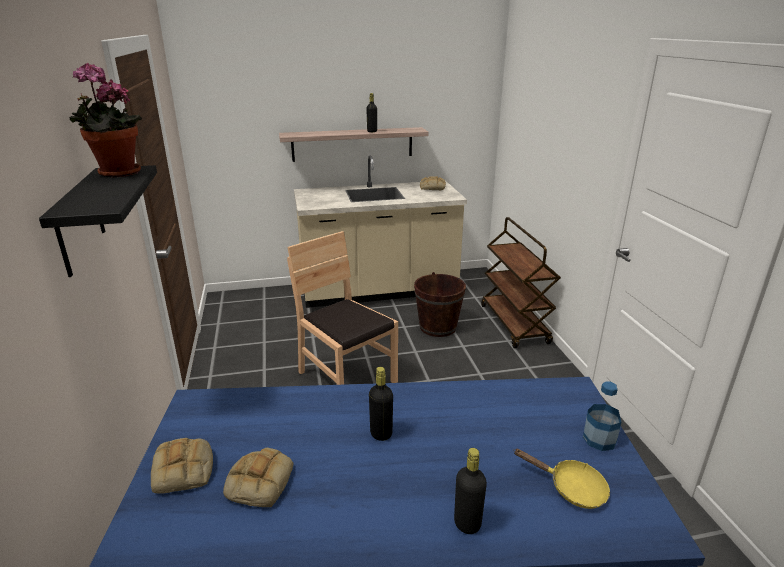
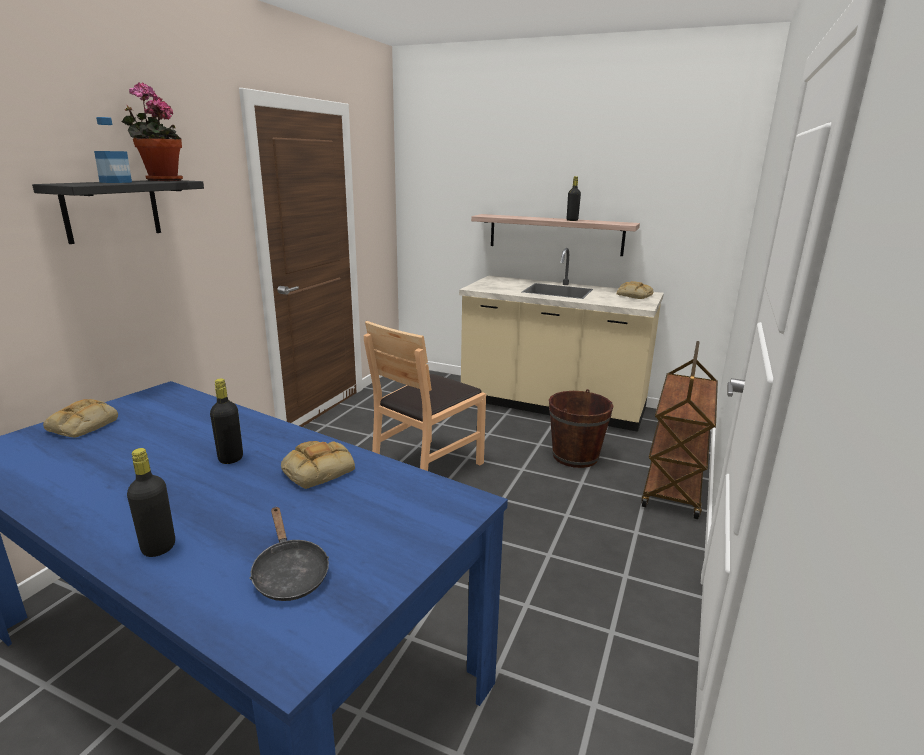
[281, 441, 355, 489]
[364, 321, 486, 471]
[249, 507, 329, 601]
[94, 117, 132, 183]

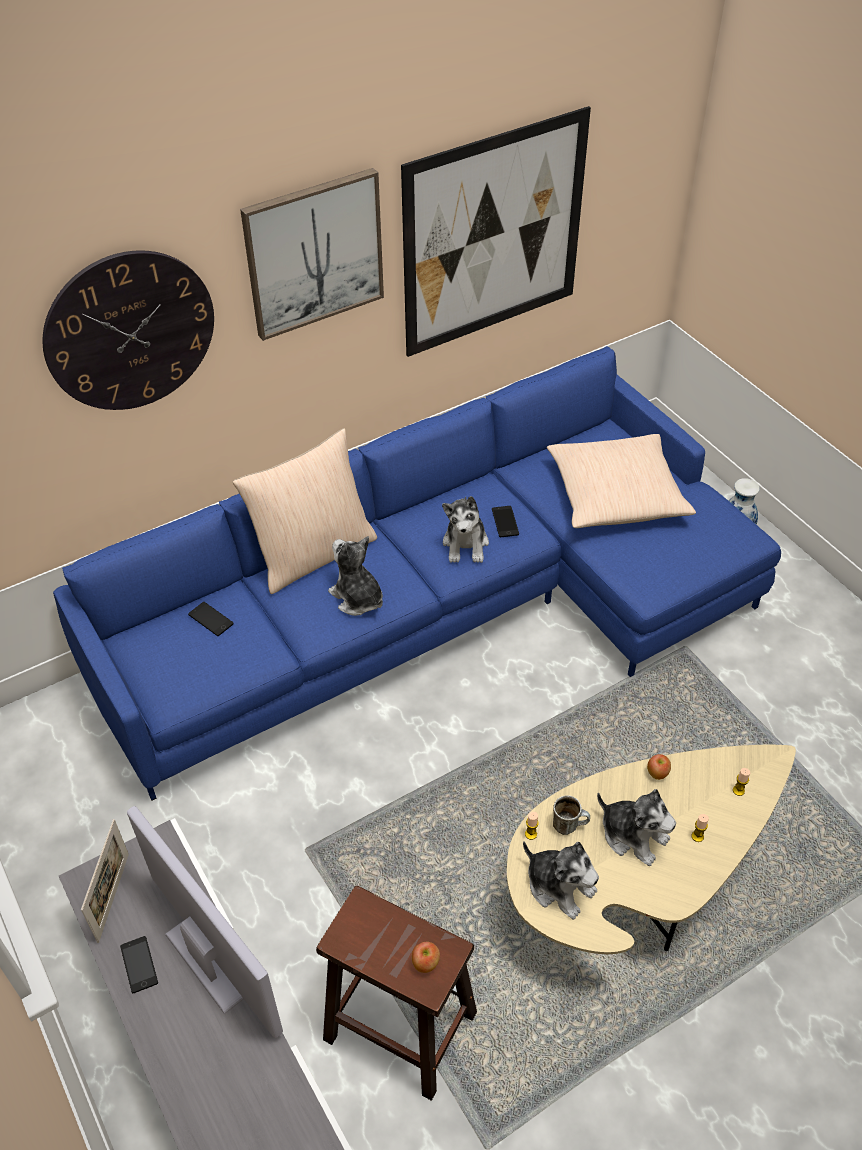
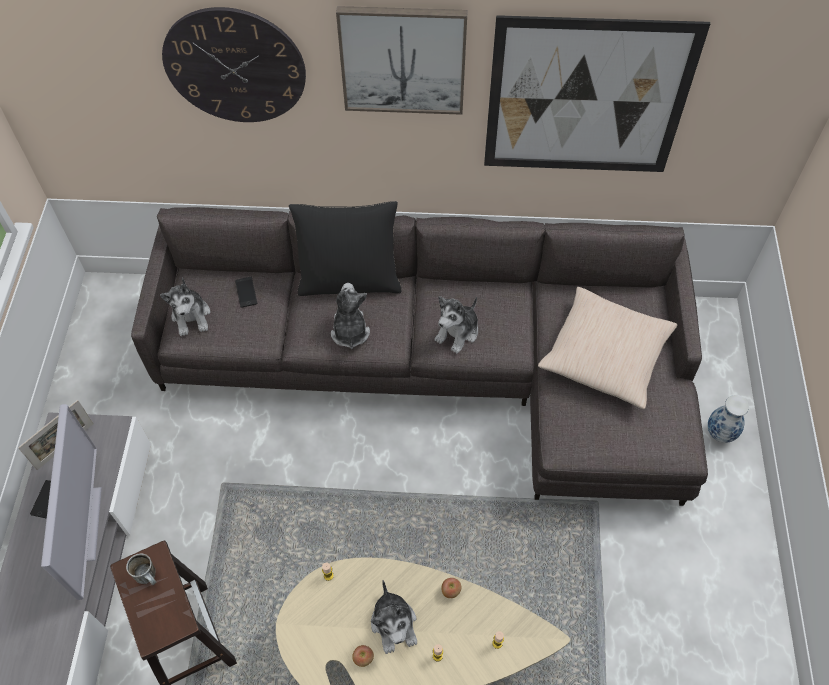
[131, 207, 708, 506]
[289, 201, 402, 296]
[352, 645, 374, 667]
[492, 506, 519, 537] (first image)
[160, 277, 210, 336]
[126, 553, 156, 585]

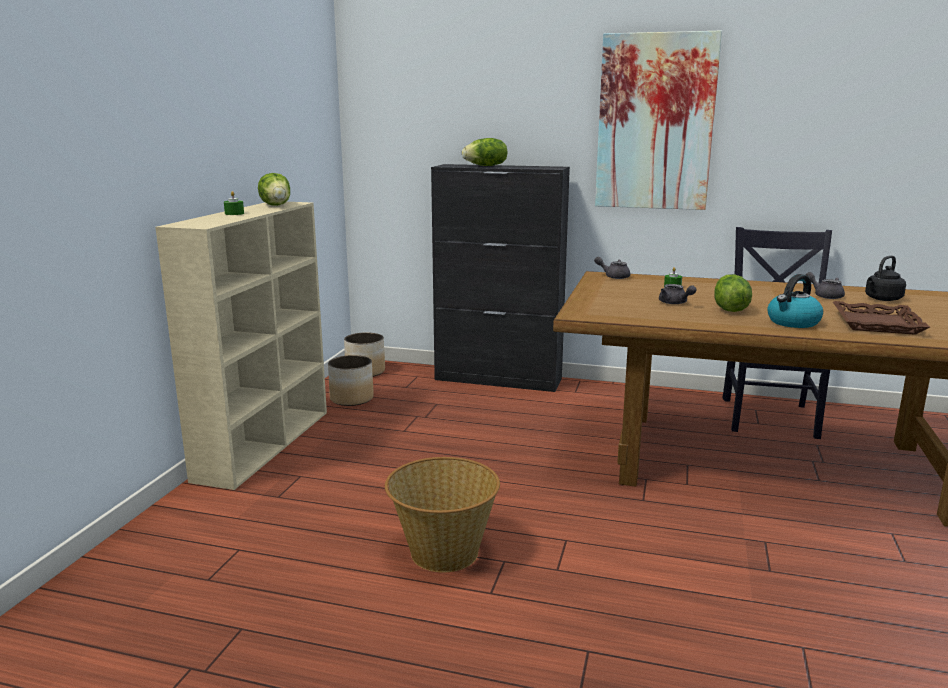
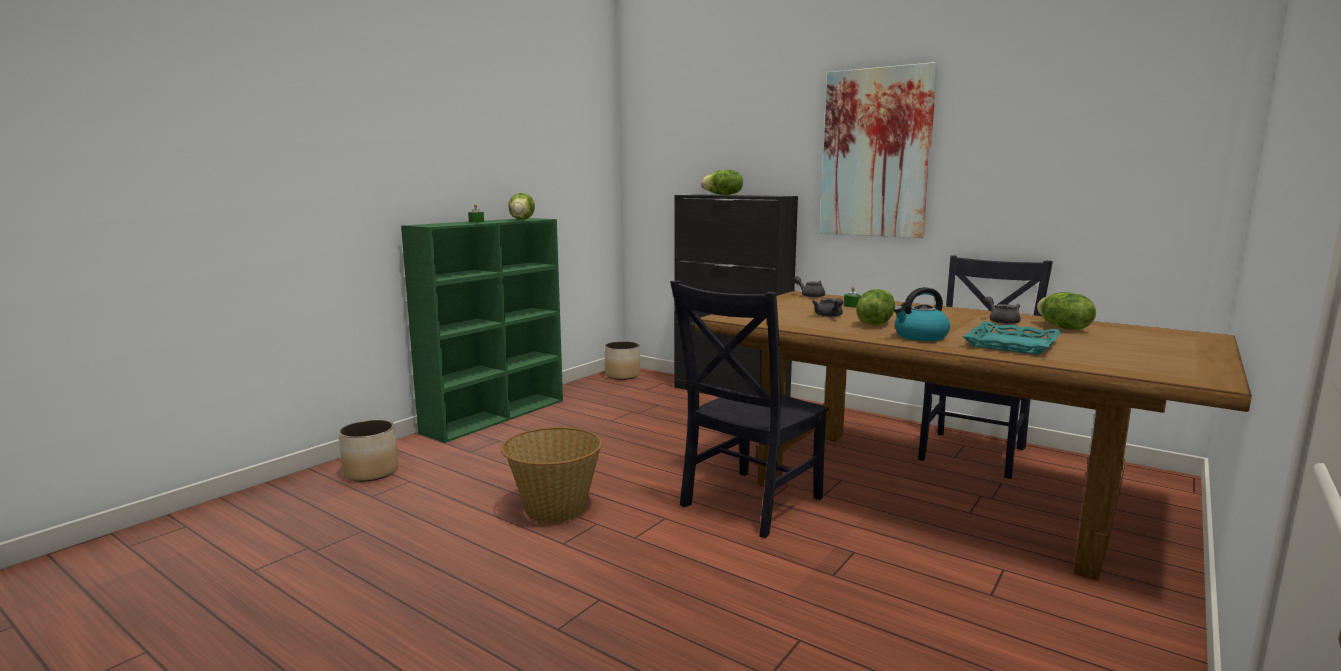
[401, 218, 563, 443]
[338, 420, 398, 482]
[963, 321, 1063, 355]
[1037, 292, 1096, 330]
[670, 280, 829, 538]

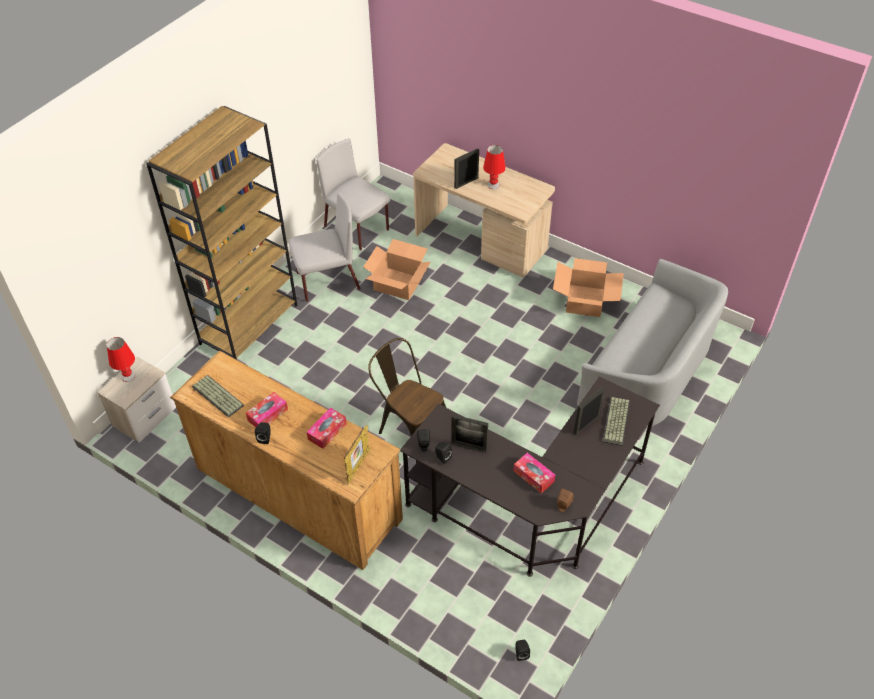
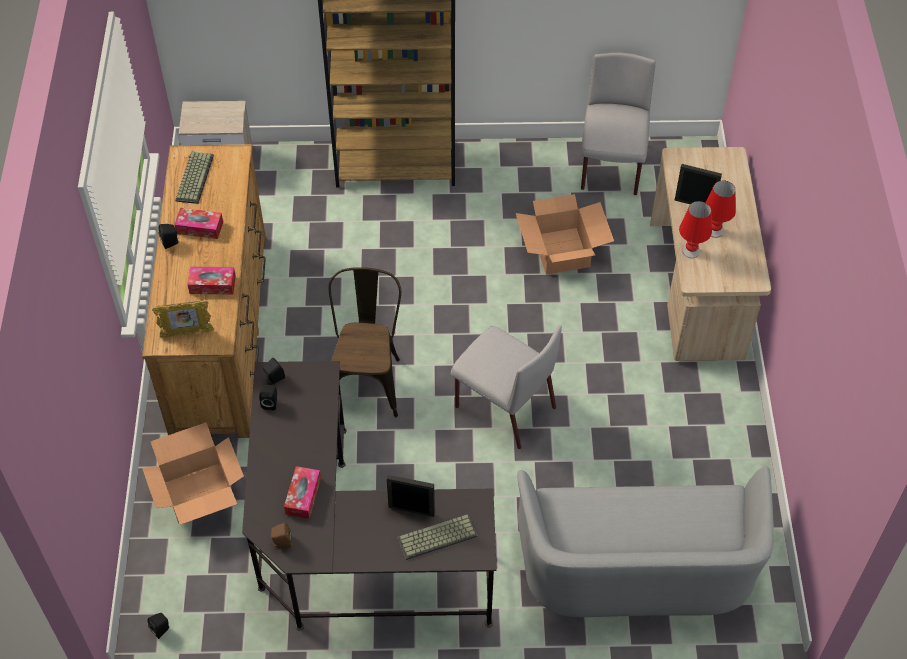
[679, 201, 712, 258]
[451, 325, 562, 449]
[451, 415, 488, 453] (first image)
[142, 422, 244, 525]

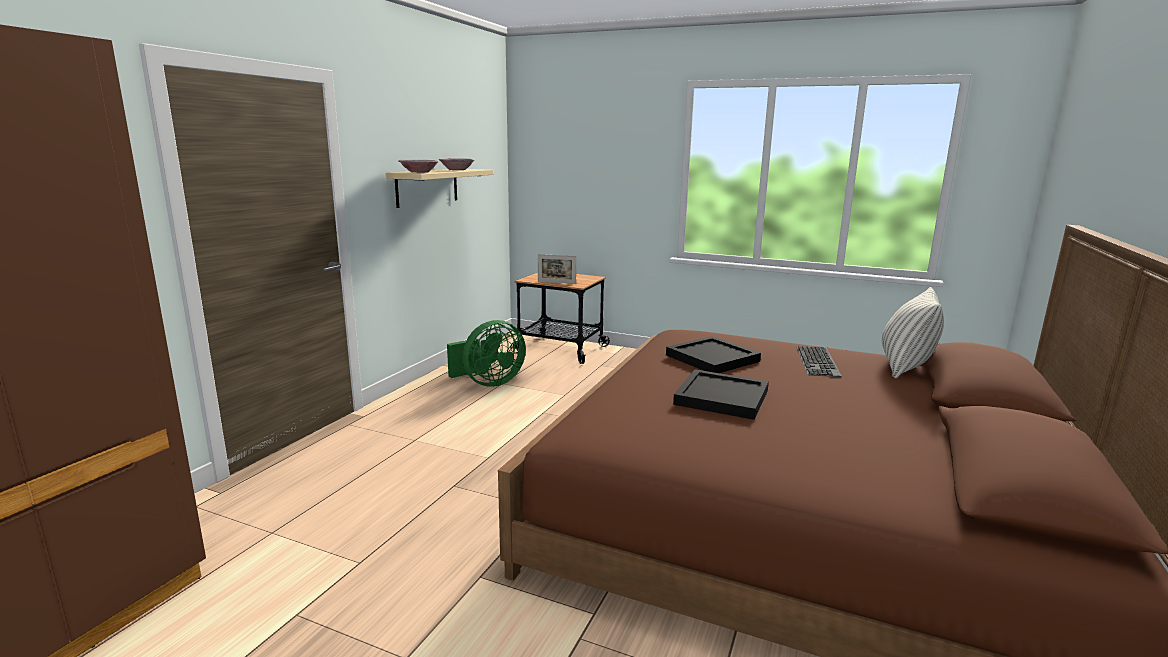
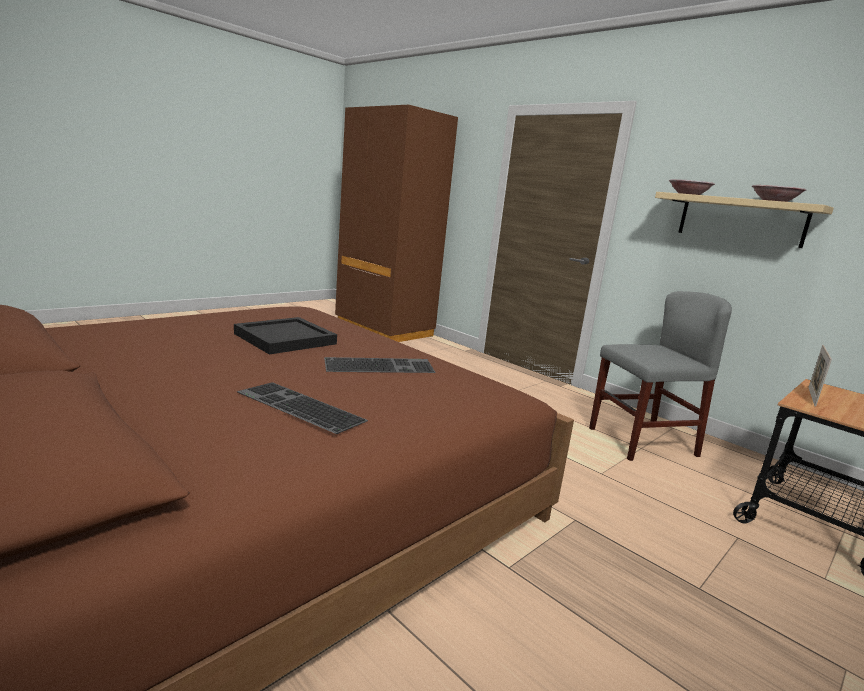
[589, 291, 732, 461]
[324, 357, 436, 373]
[882, 287, 944, 378] (first image)

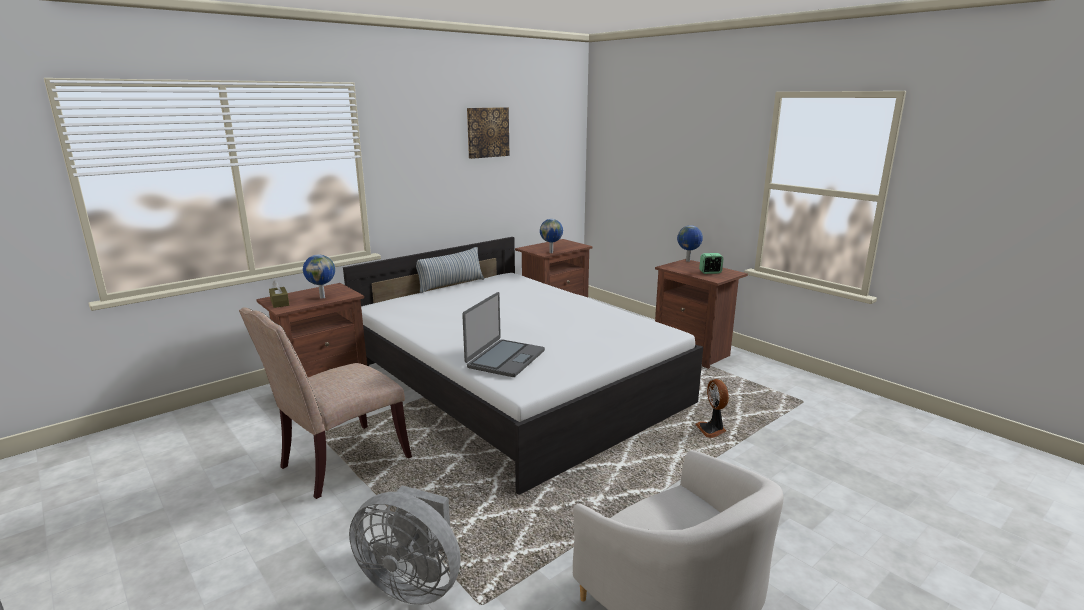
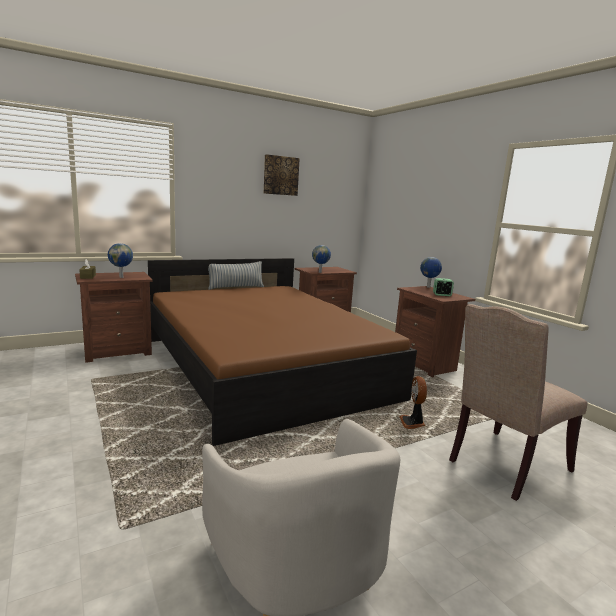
[449, 304, 587, 501]
[148, 258, 417, 446]
[349, 485, 461, 605] (first image)
[462, 292, 545, 377] (first image)

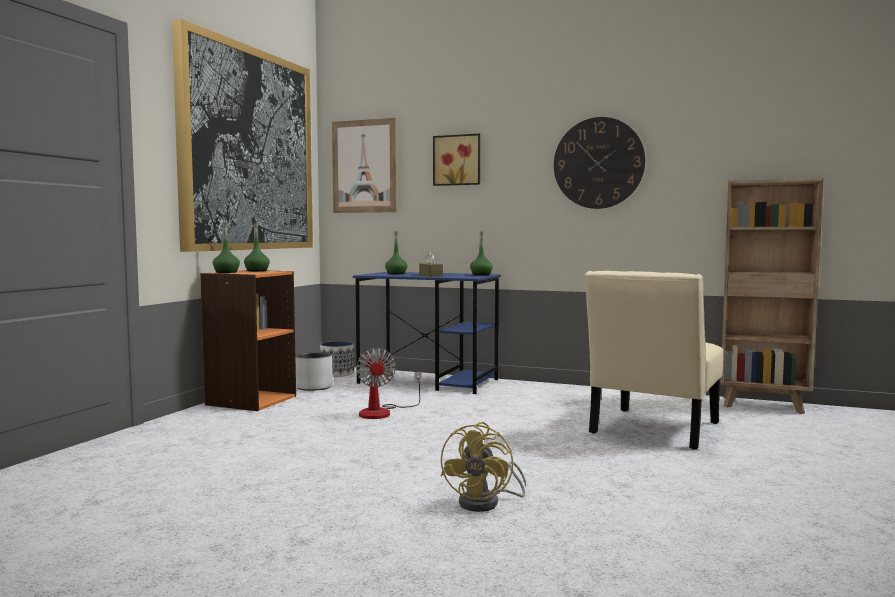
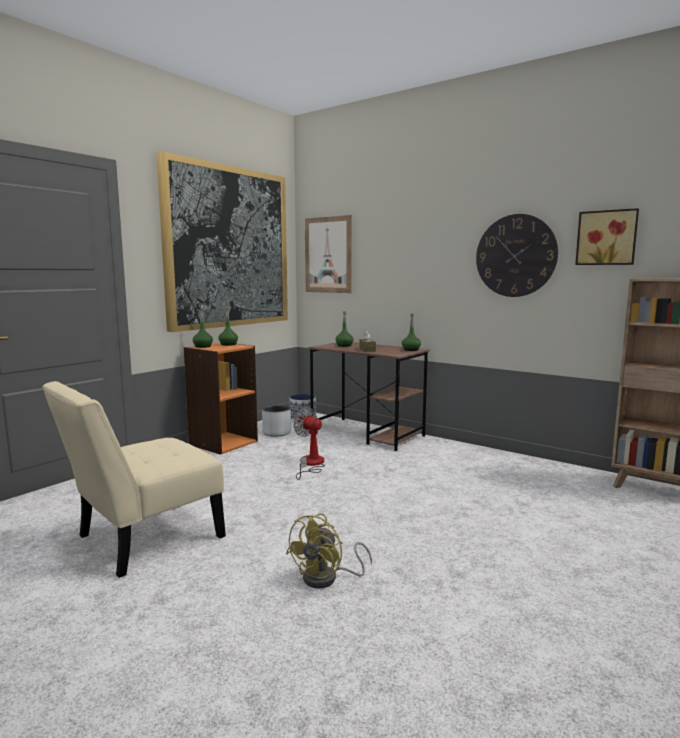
[308, 342, 430, 451]
[293, 407, 325, 480]
[575, 208, 639, 265]
[42, 381, 226, 578]

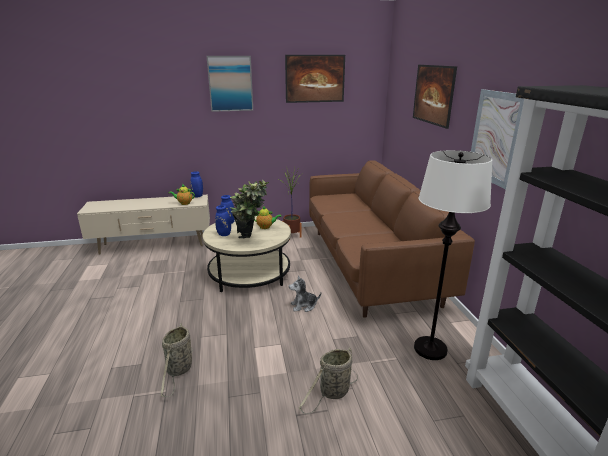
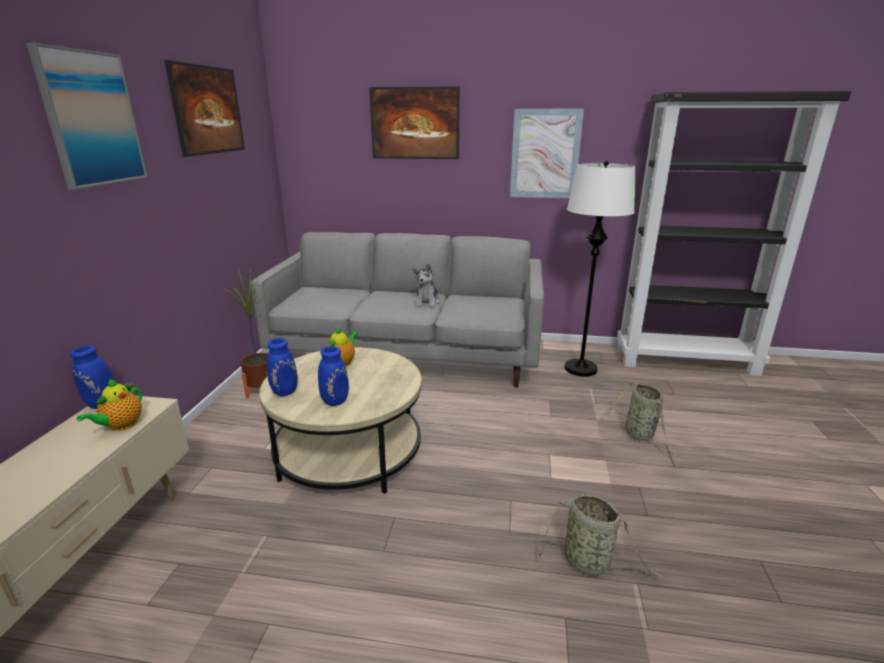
[230, 180, 269, 238] (first image)
[412, 264, 440, 308]
[251, 232, 544, 387]

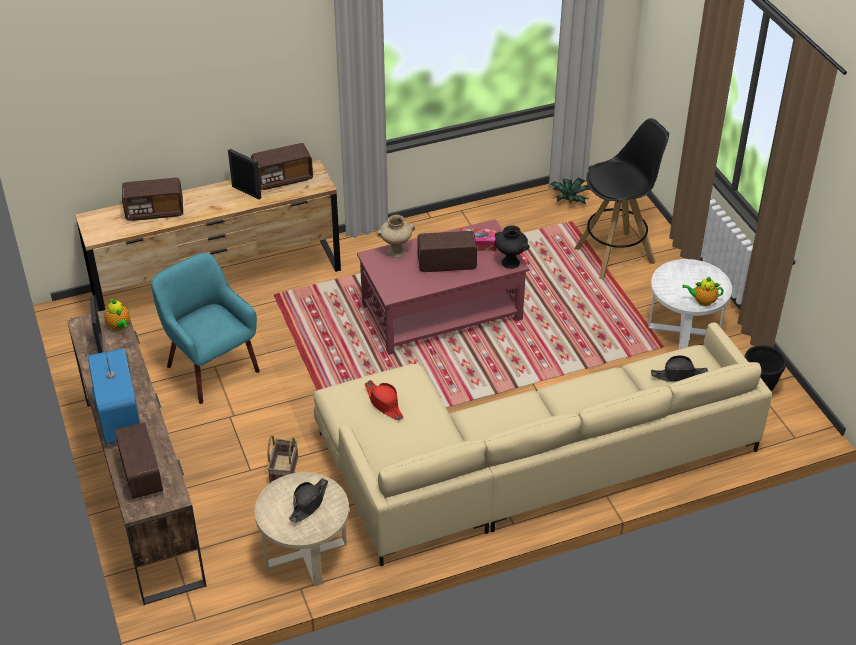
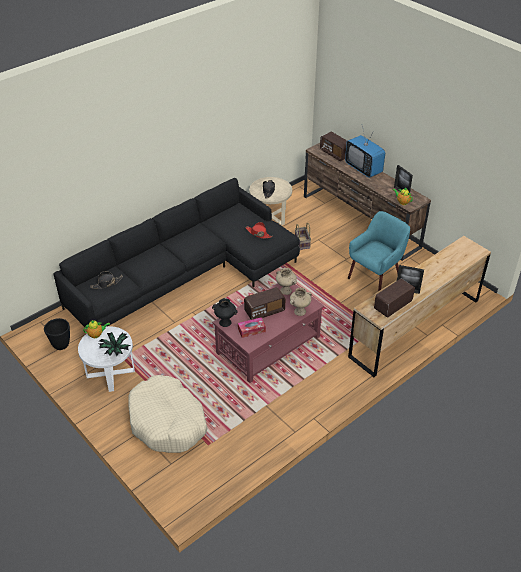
[122, 178, 183, 221] (first image)
[348, 211, 410, 292]
[54, 178, 300, 327]
[99, 332, 131, 356]
[129, 375, 207, 453]
[276, 268, 297, 295]

